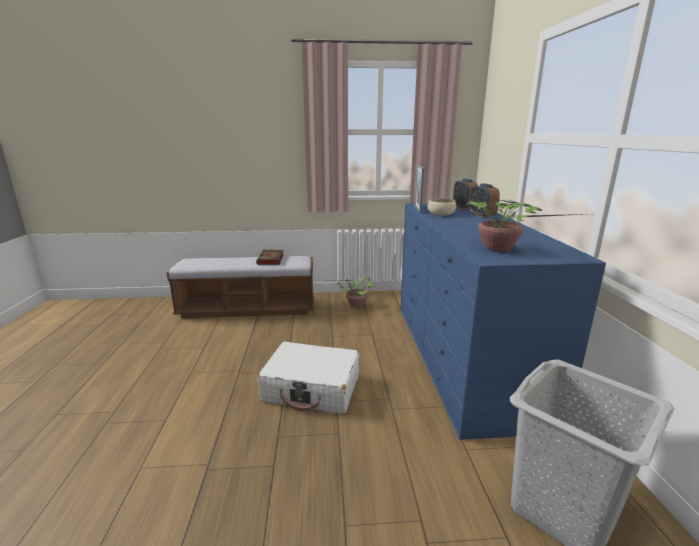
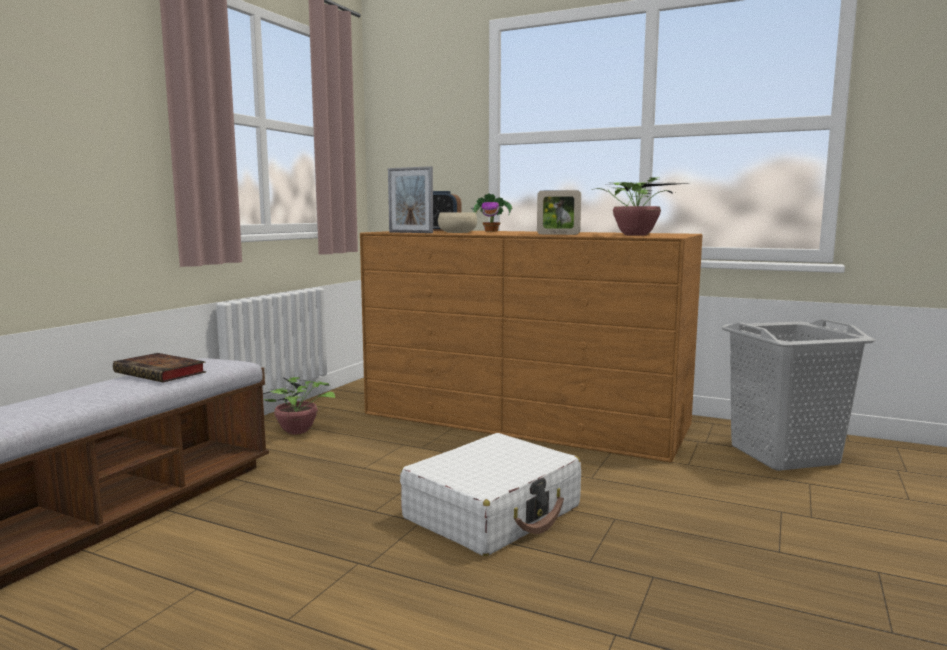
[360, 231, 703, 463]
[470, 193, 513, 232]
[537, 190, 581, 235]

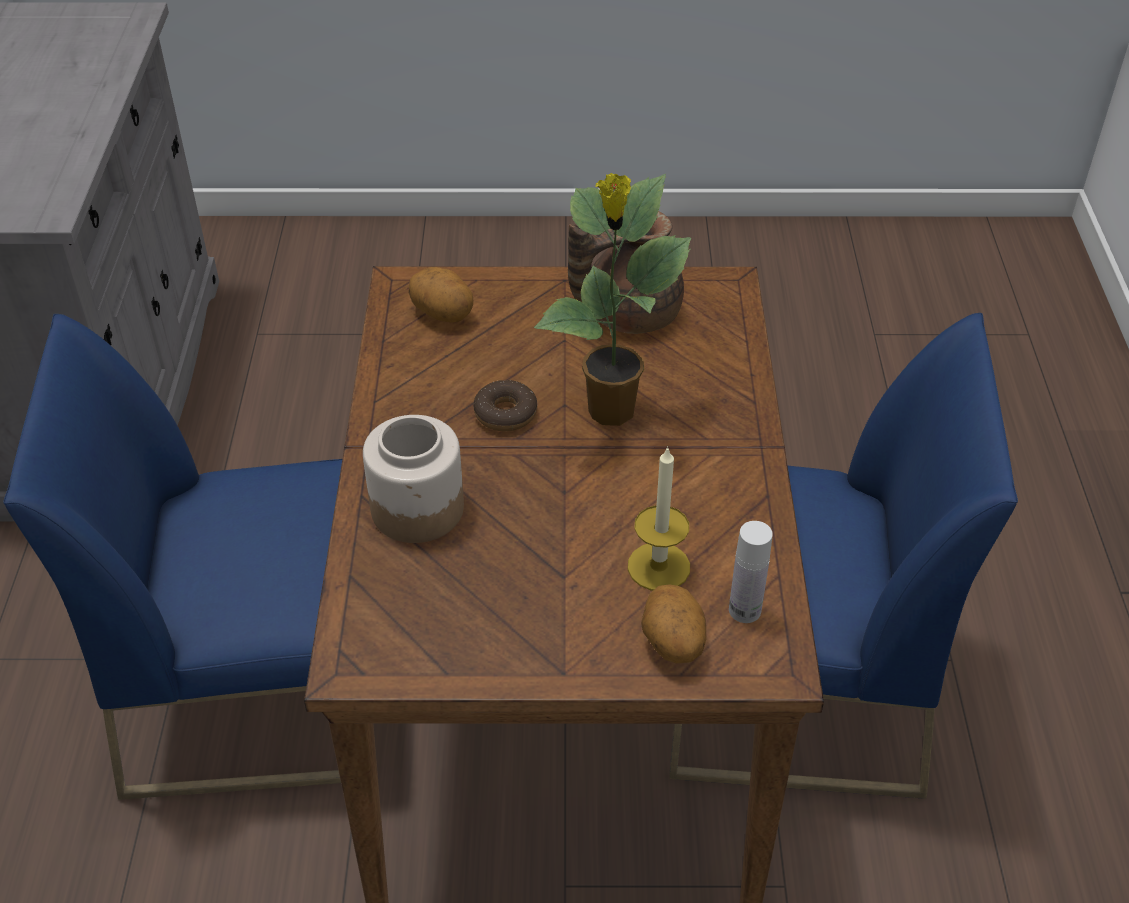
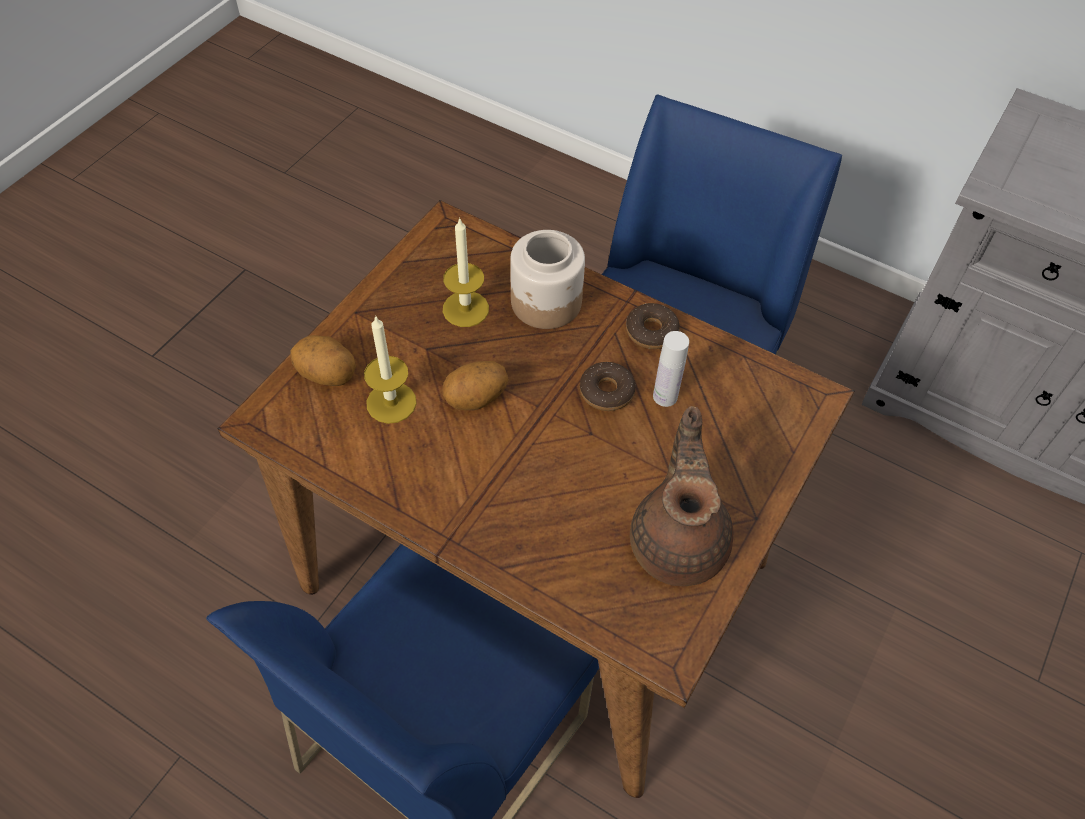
[442, 361, 509, 410]
[534, 173, 691, 426] (first image)
[653, 331, 689, 407]
[443, 217, 489, 327]
[626, 303, 680, 349]

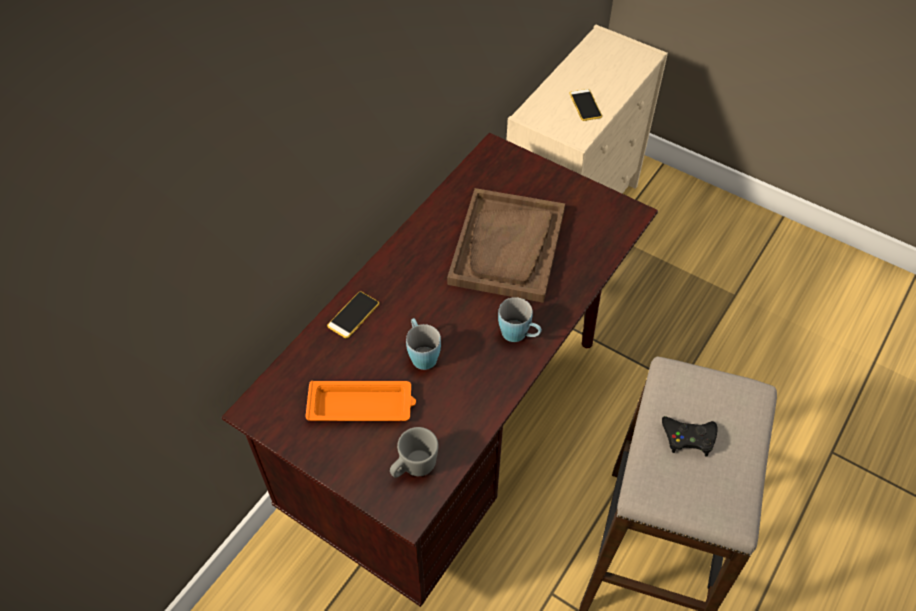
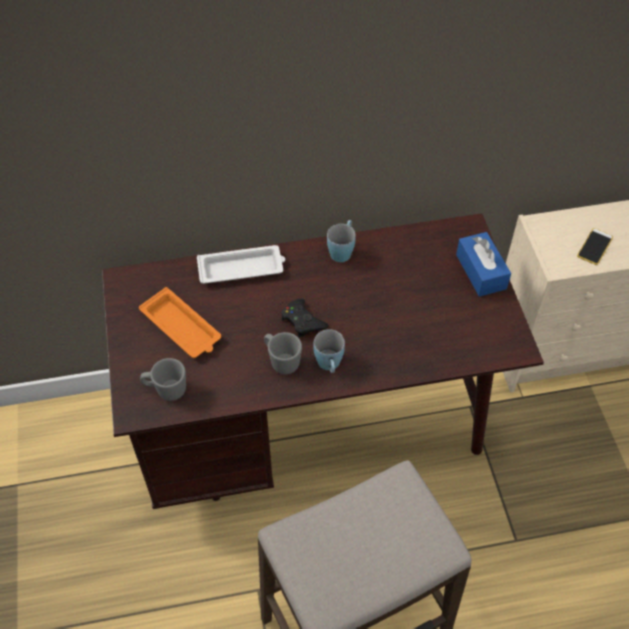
[197, 245, 285, 284]
[327, 220, 356, 262]
[447, 188, 565, 303] (first image)
[281, 299, 329, 338]
[264, 332, 302, 374]
[456, 232, 511, 296]

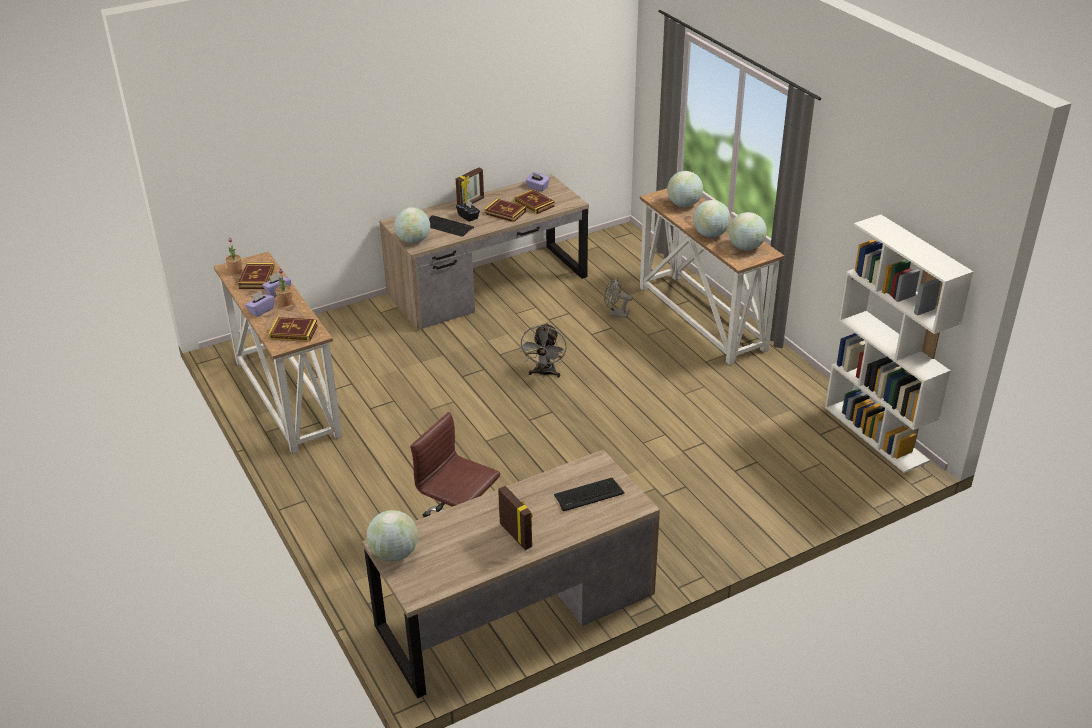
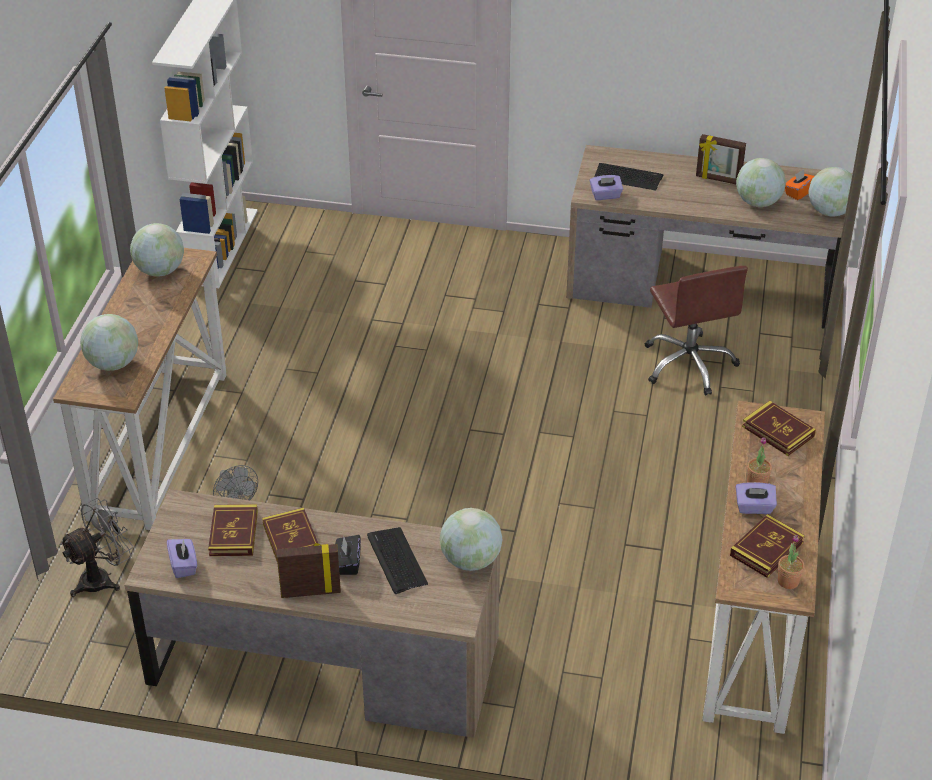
[590, 175, 623, 200]
[696, 134, 746, 184]
[59, 498, 133, 597]
[736, 158, 786, 207]
[785, 169, 814, 200]

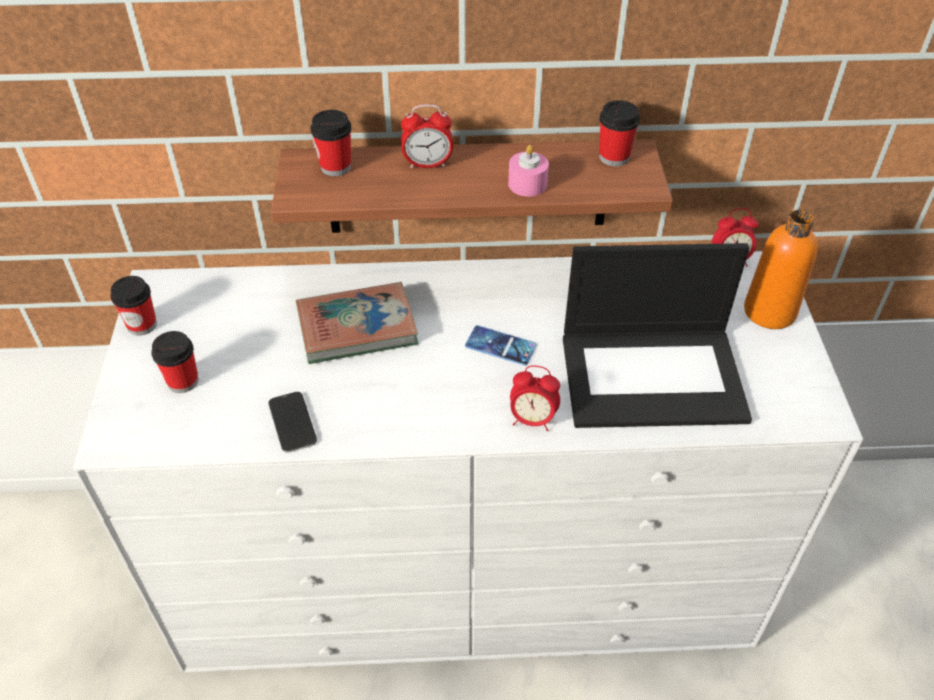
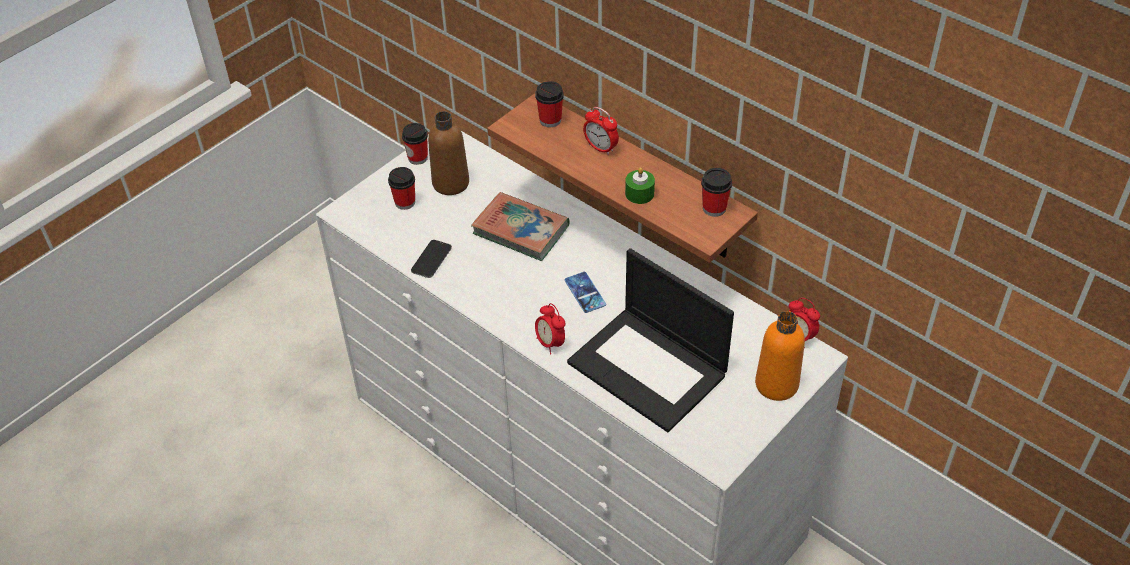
[625, 168, 655, 204]
[428, 111, 469, 195]

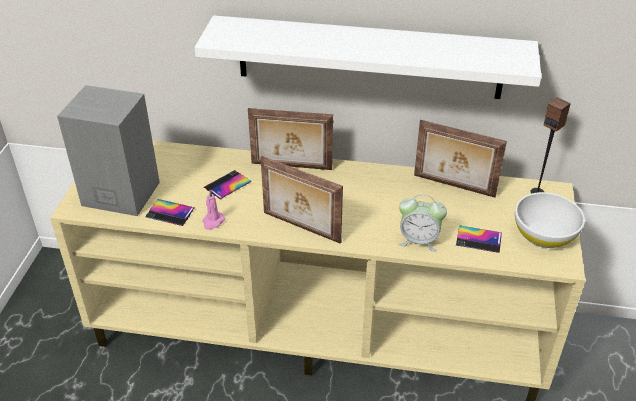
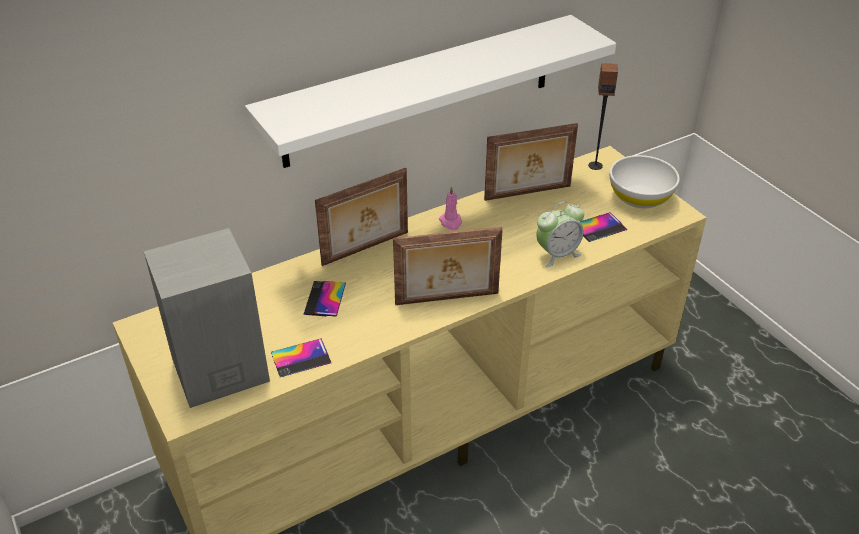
[439, 186, 462, 230]

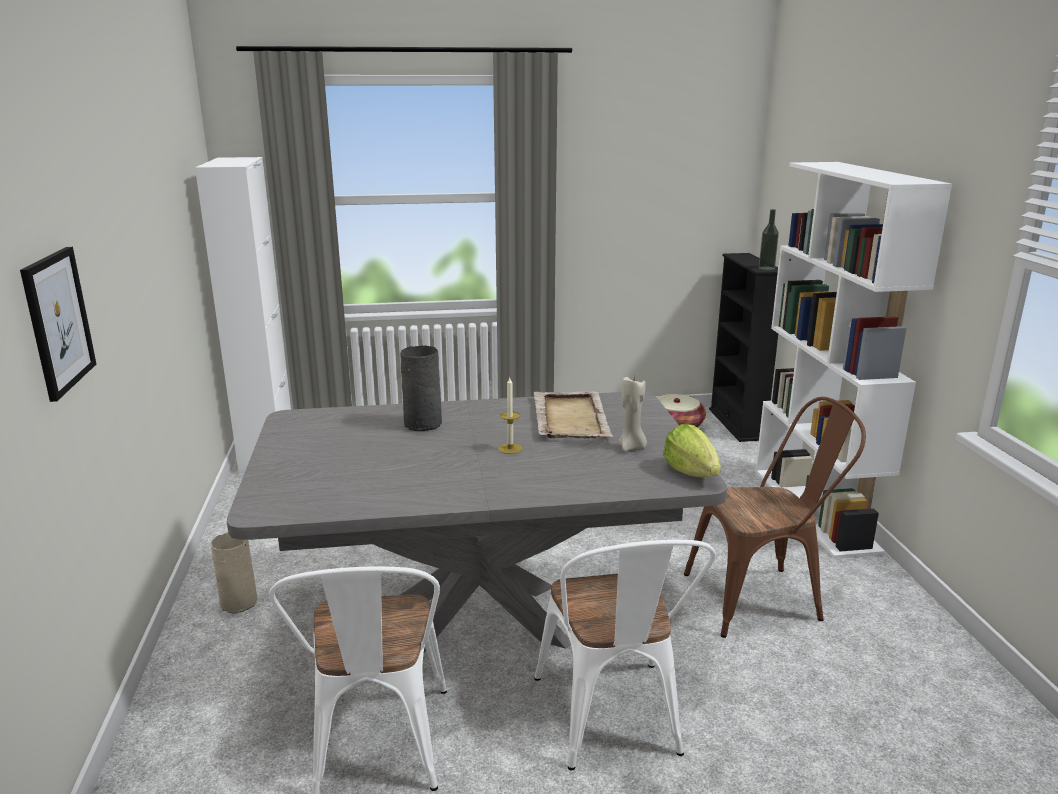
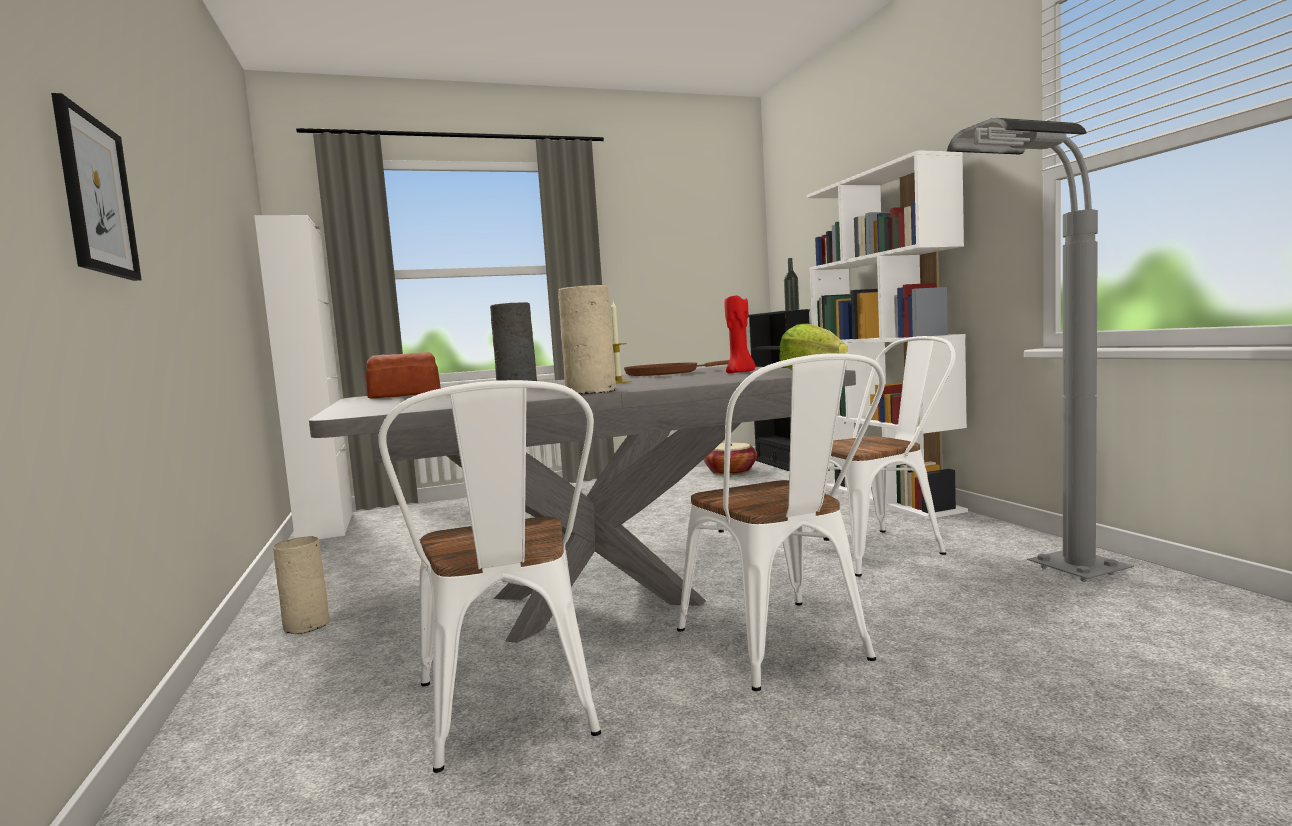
[624, 360, 729, 376]
[724, 296, 756, 373]
[828, 336, 956, 577]
[366, 352, 441, 398]
[558, 285, 617, 395]
[947, 118, 1134, 582]

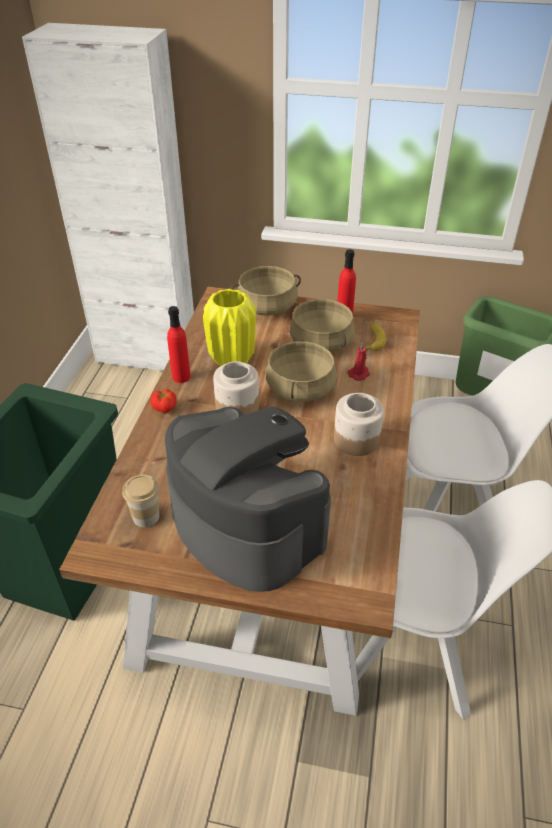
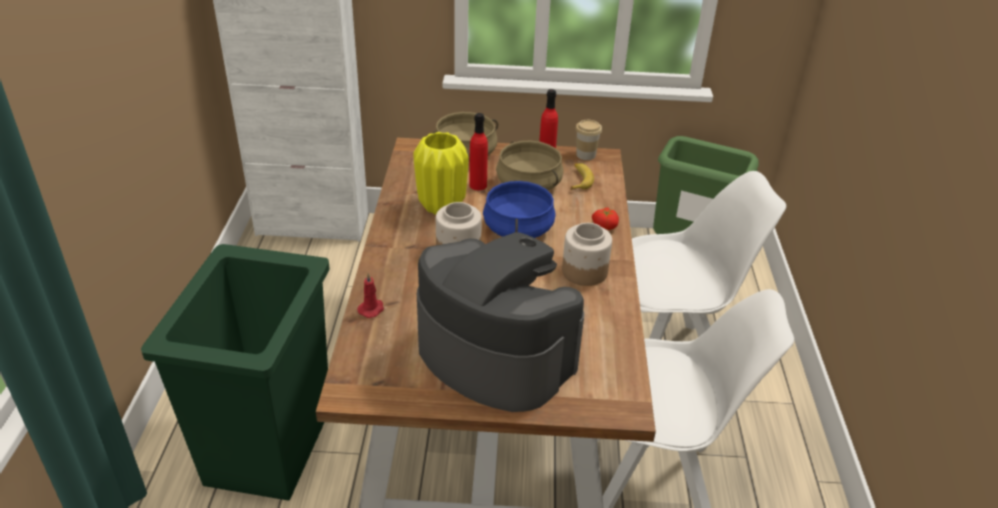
[576, 120, 602, 160]
[592, 208, 619, 230]
[469, 113, 488, 190]
[483, 180, 556, 238]
[357, 273, 384, 318]

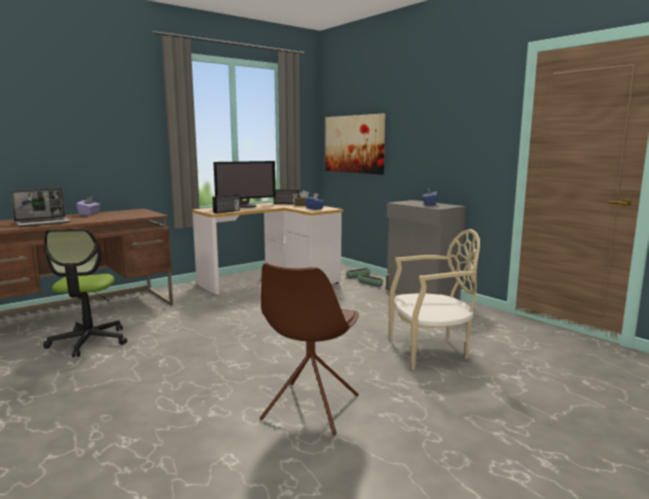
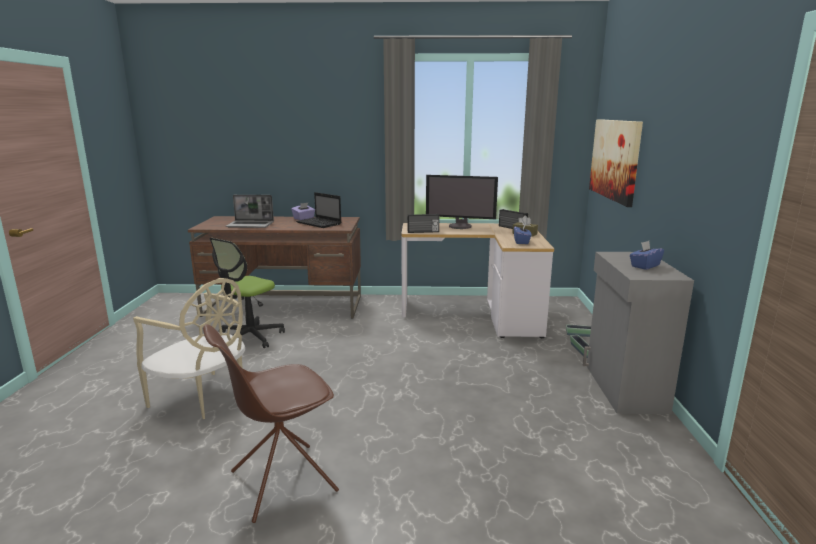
[133, 278, 245, 419]
[296, 192, 342, 228]

